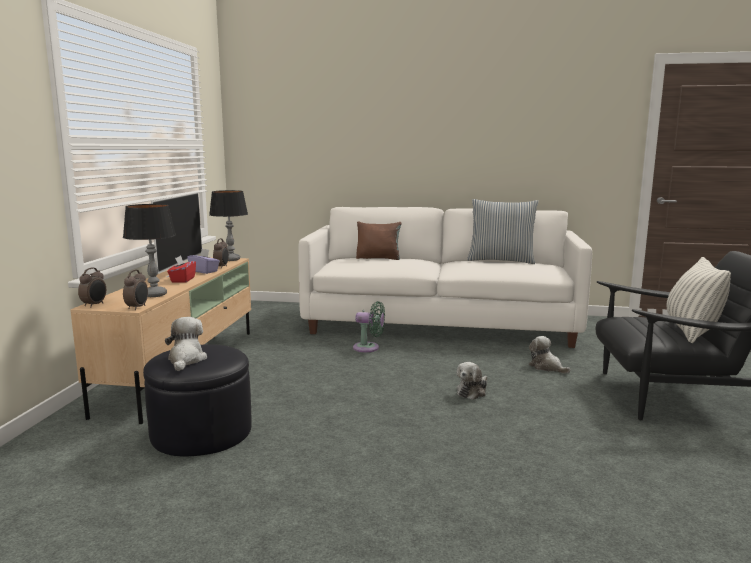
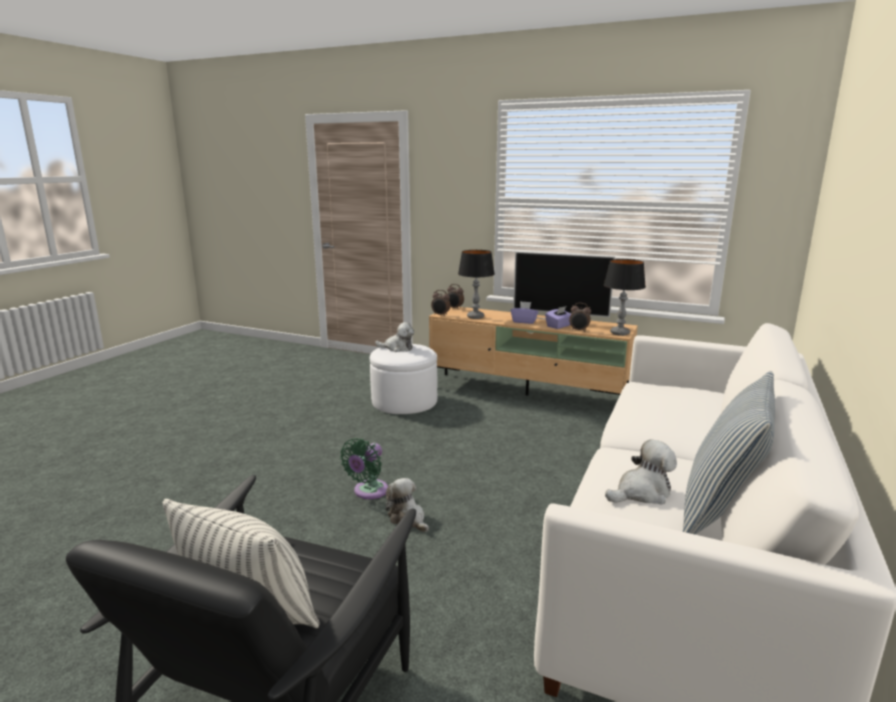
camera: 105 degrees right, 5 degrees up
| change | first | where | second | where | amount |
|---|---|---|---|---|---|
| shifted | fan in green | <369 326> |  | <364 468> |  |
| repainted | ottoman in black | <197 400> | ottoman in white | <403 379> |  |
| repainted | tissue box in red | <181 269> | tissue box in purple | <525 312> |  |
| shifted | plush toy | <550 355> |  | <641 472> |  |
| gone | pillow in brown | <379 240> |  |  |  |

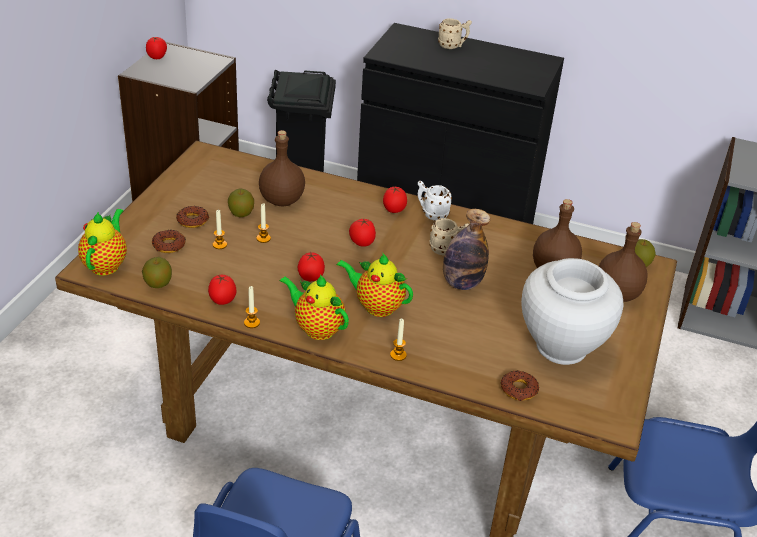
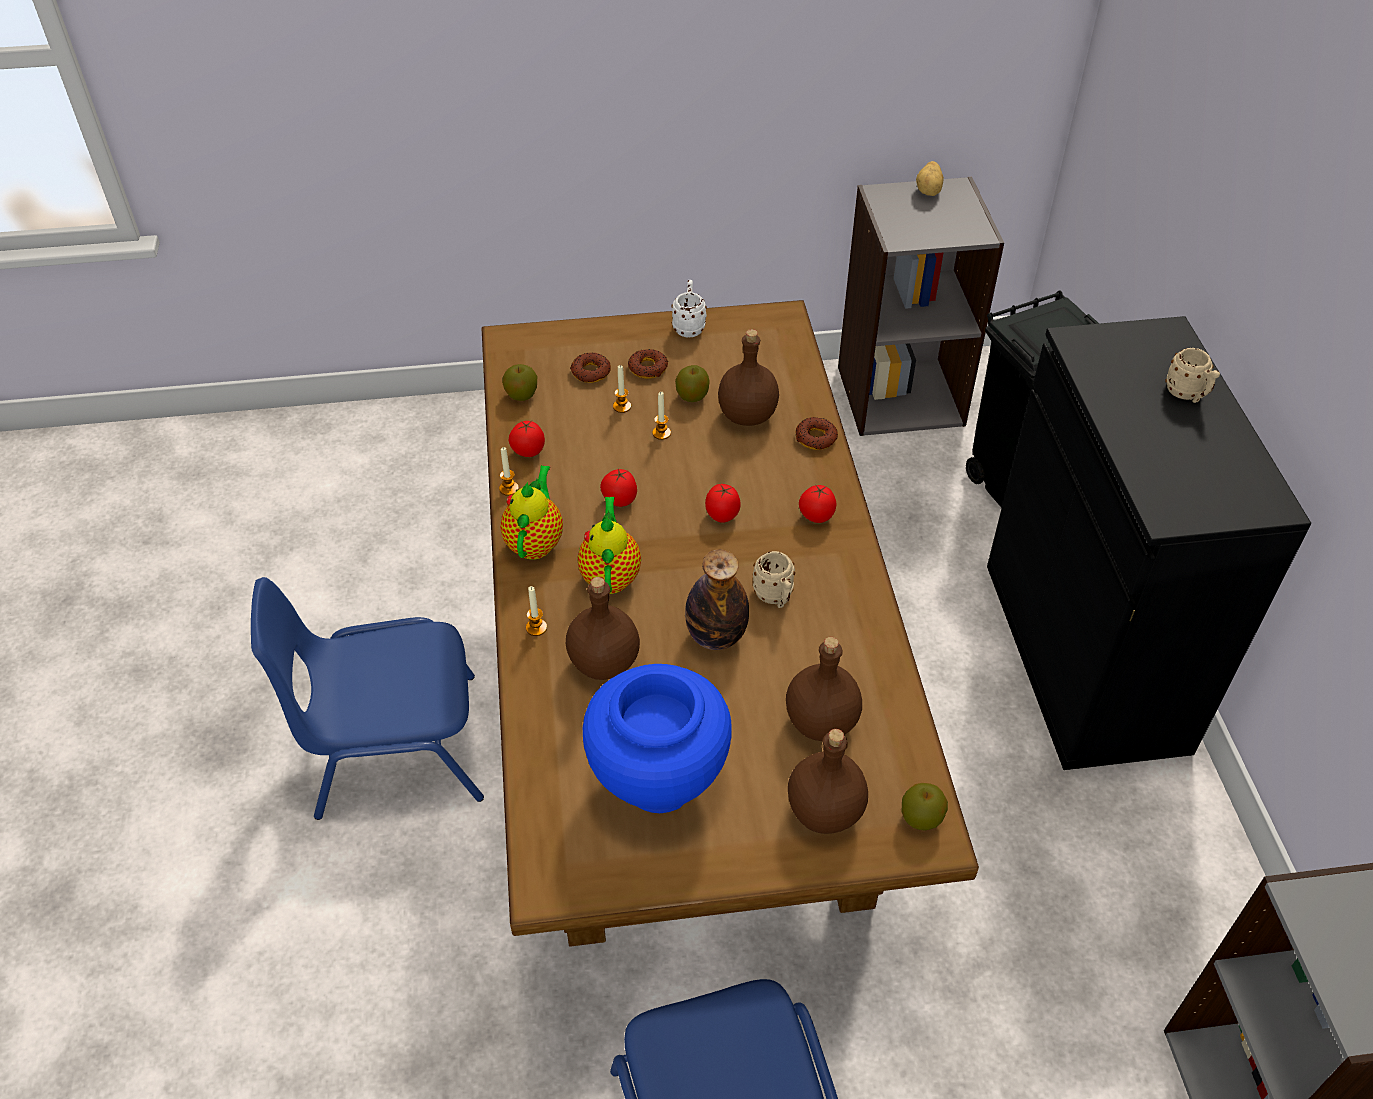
camera: 65 degrees right, 10 degrees up
| change | first | where | second | where | amount |
|---|---|---|---|---|---|
| new |  |  | bottle in brown | <603 628> |  |
| repainted | vase in white | <572 311> | vase in blue | <657 738> |  |
| shifted | mug in white | <435 201> |  | <689 308> |  |
| shifted | donut | <520 385> |  | <816 433> |  |
| swapped | tomato | <156 48> | potato | <930 178> |  |
| gone | teapot | <102 242> |  |  |  |

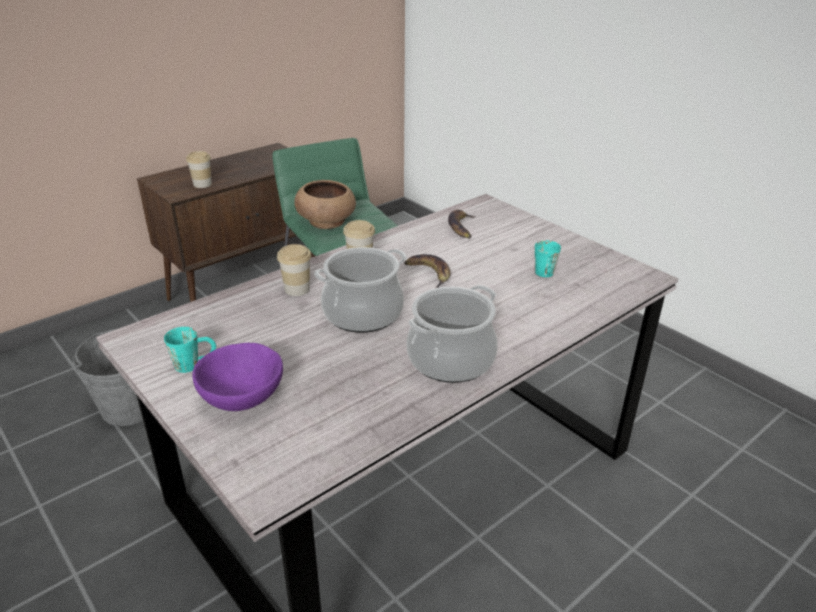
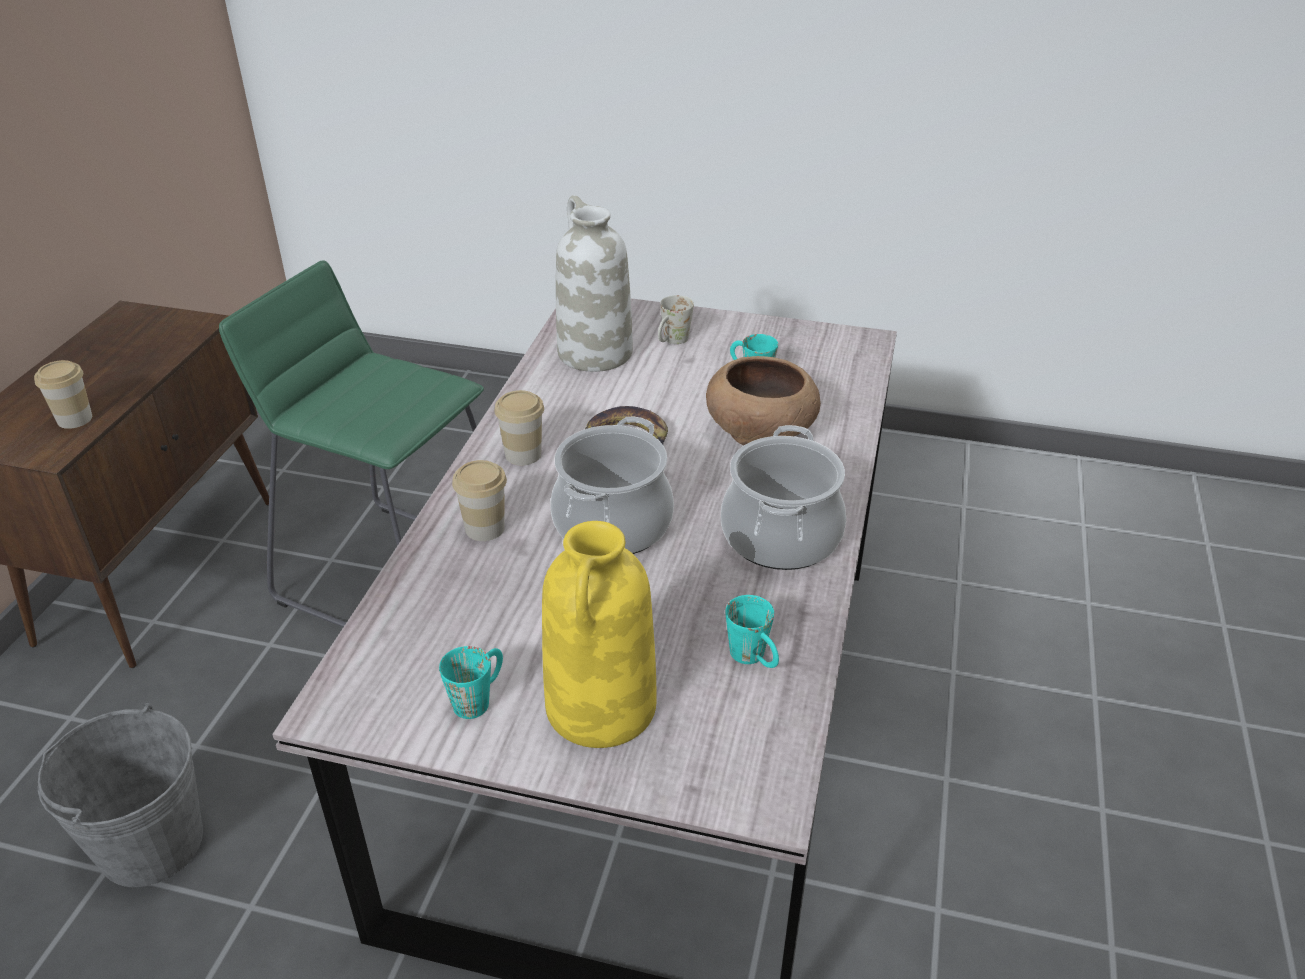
camera: 35 degrees left, 5 degrees up
| change | first | where | second | where | amount |
|---|---|---|---|---|---|
| swapped | bowl in purple | <237 377> | vase in yellow | <599 634> |  |
| swapped | banana | <461 224> | vase in white | <594 283> |  |
| new |  |  | mug in white | <676 319> |  |
| shifted | bowl in brown | <325 204> |  | <763 400> |  |
| new |  |  | mug in turquoise | <752 631> |  |

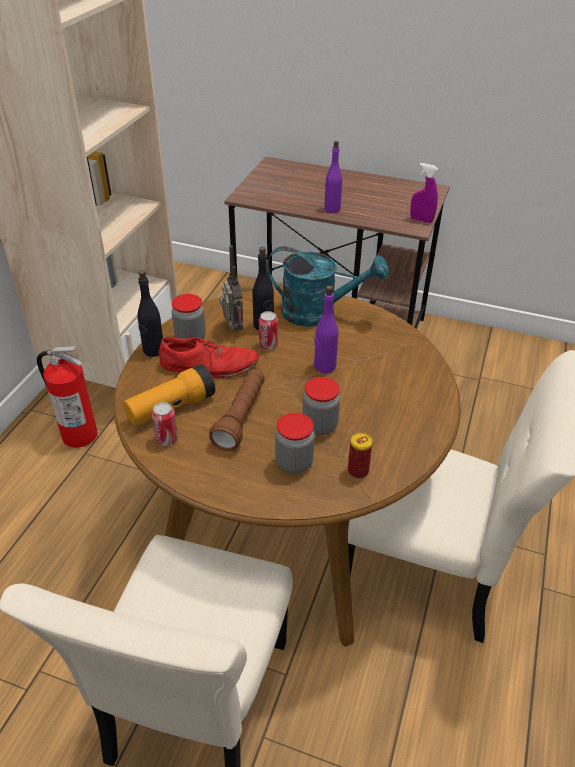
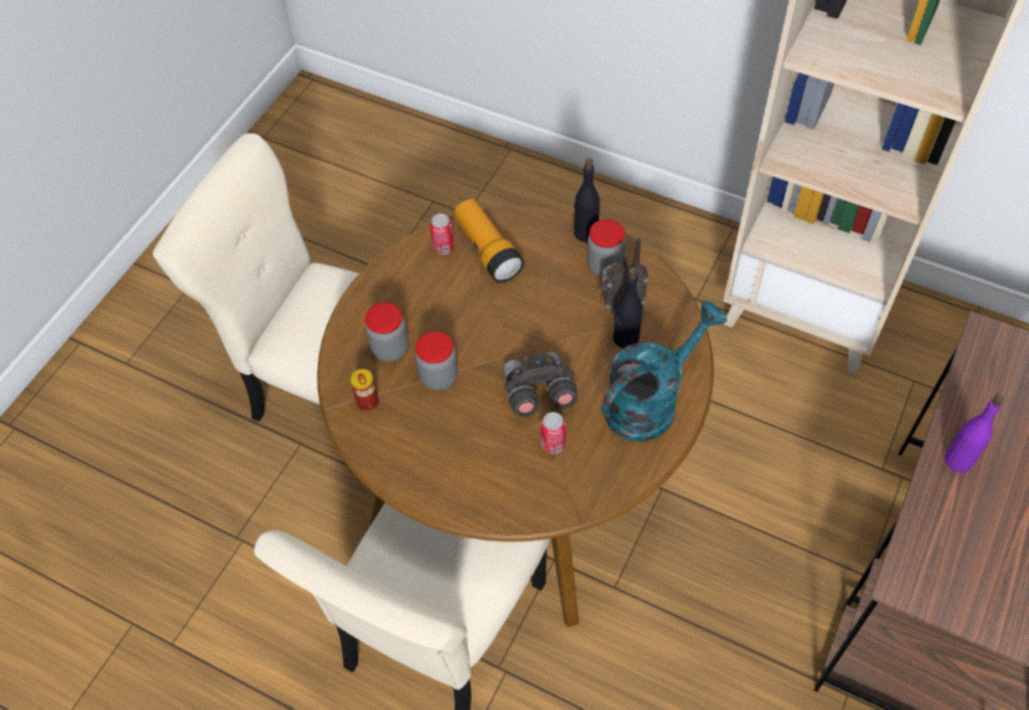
camera: 100 degrees right, 15 degrees up
| change | first | where | second | where | amount |
|---|---|---|---|---|---|
| swapped | bottle in purple | <326 329> | binoculars in grey | <541 385> |  |
| shifted | can | <268 330> |  | <553 433> |  |
| rotated | watering can in turquoise | <328 286> |  | <664 371> | 150 degrees counterclockwise |
| gone | fire extinguisher | <67 397> |  |  |  |
| gone | shoe in red | <209 357> |  |  |  |
| gone | flashlight in brown | <237 410> |  |  |  |
| gone | spray bottle in purple | <424 193> |  |  |  |

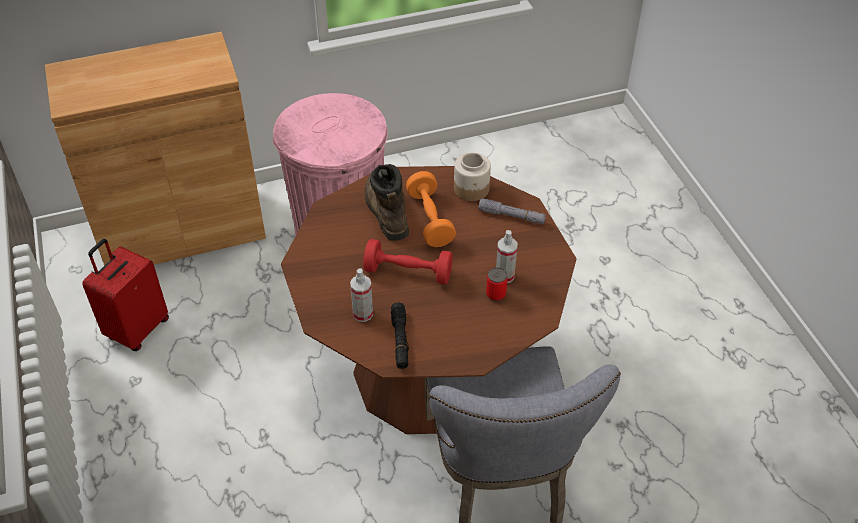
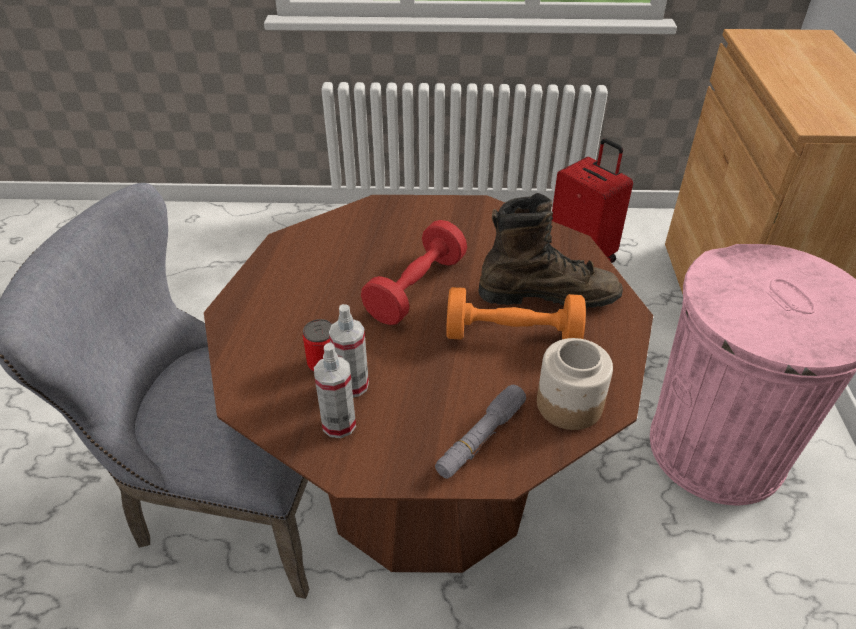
camera: 110 degrees right, 5 degrees down
| change | first | where | second | where | amount |
|---|---|---|---|---|---|
| shifted | spray bottle | <361 295> |  | <335 390> |  |
| gone | flashlight in black | <400 336> |  |  |  |

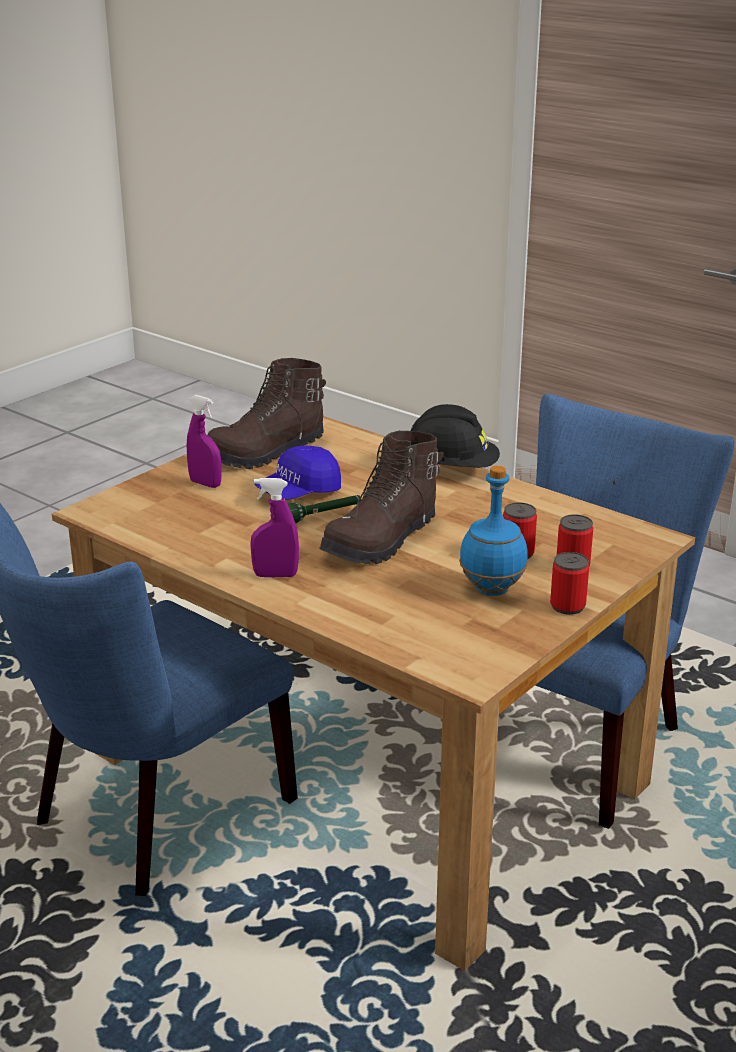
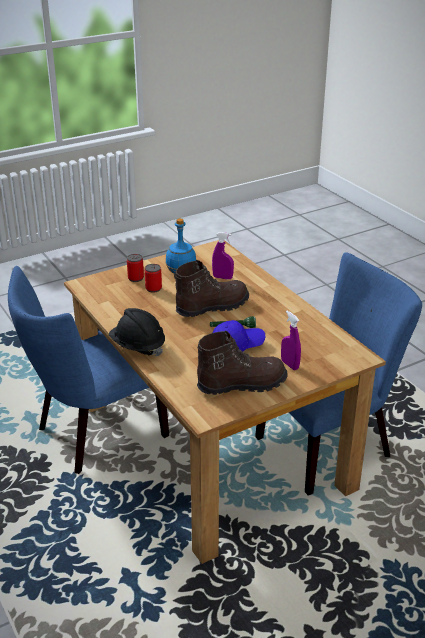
camera: 160 degrees left, 5 degrees up
| change | first | where | second | where | amount |
|---|---|---|---|---|---|
| shifted | spray bottle in purple | <274 528> |  | <223 255> |  |
| gone | can | <569 583> |  |  |  |

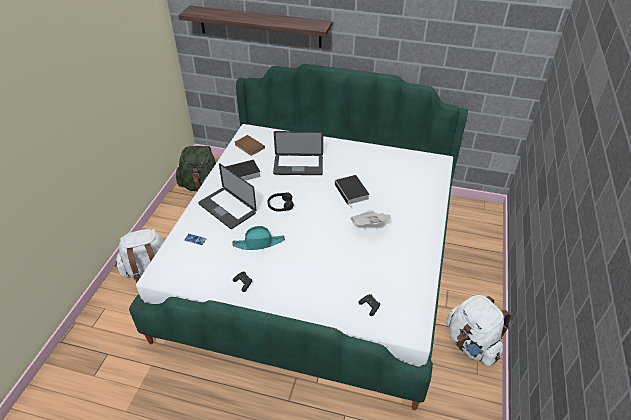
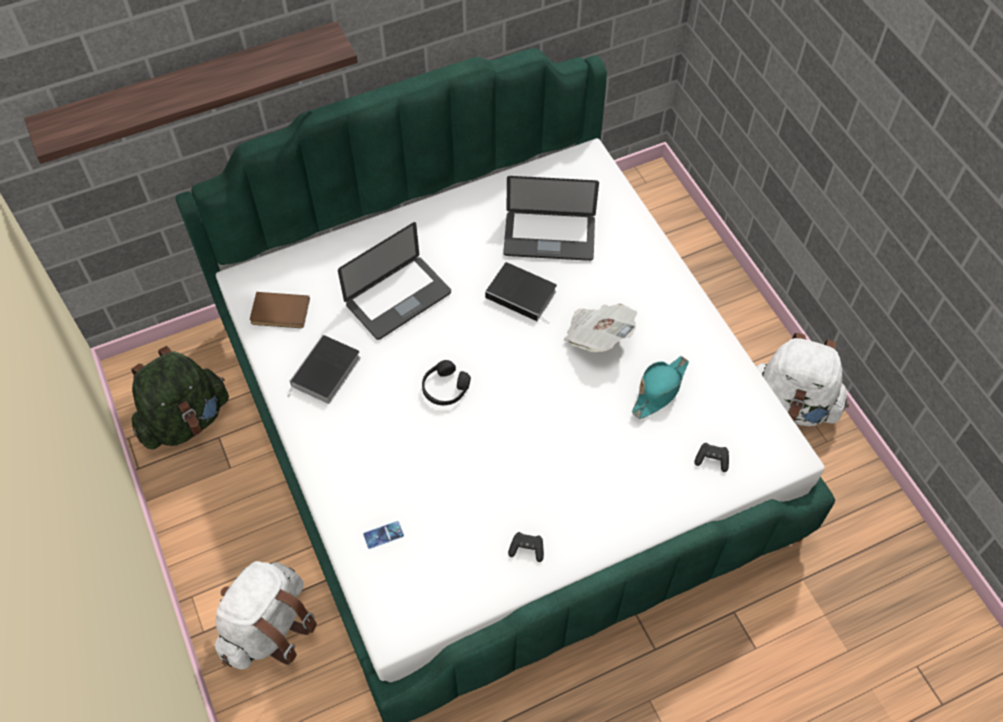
camera: 40 degrees left, 15 degrees up
| change | first | where | second | where | amount |
|---|---|---|---|---|---|
| shifted | laptop | <227 196> |  | <551 218> |  |
| shifted | hat in turquoise | <258 238> |  | <660 387> |  |

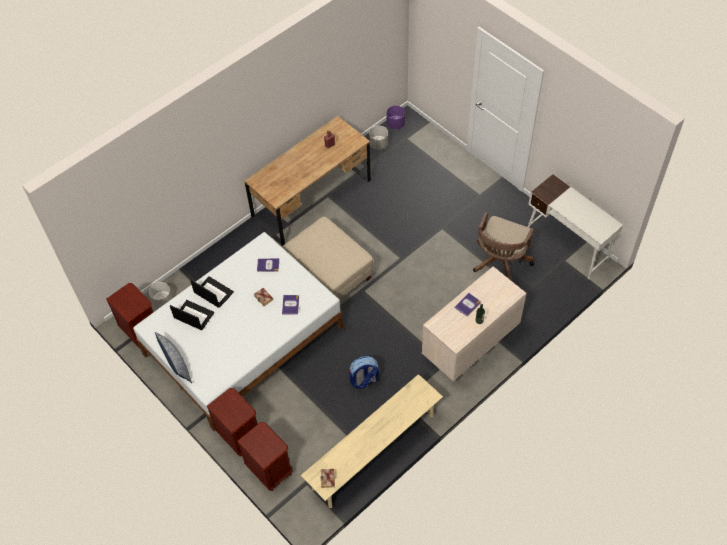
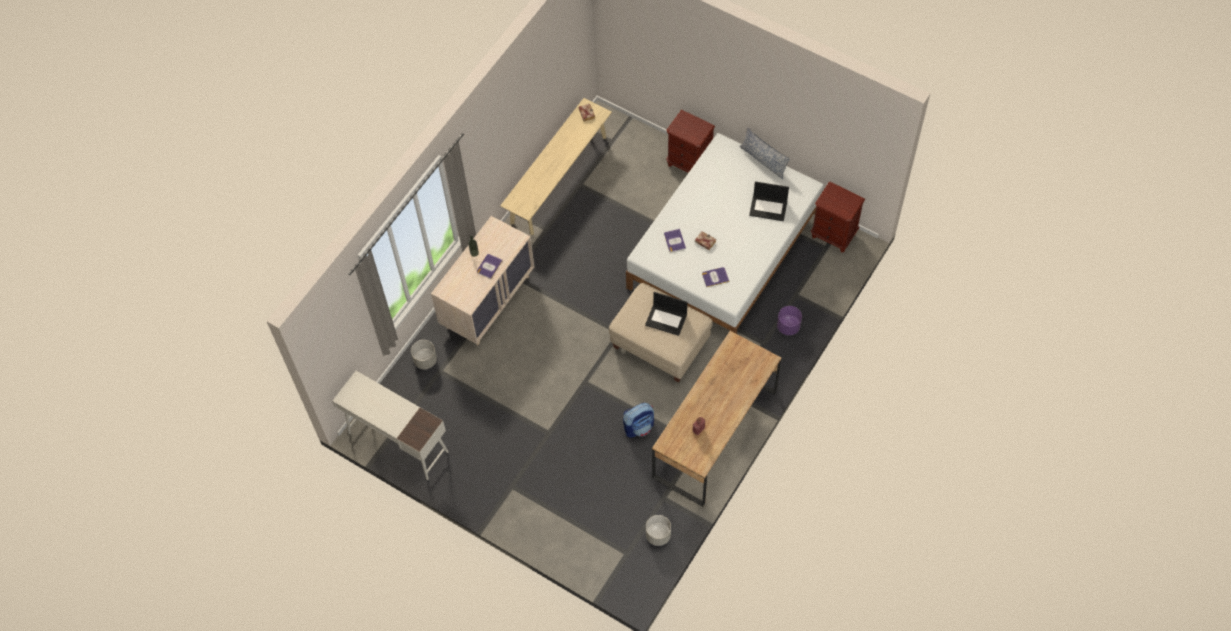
camera: 165 degrees right, 5 degrees up
| change | first | where | second | where | amount |
|---|---|---|---|---|---|
| shifted | planter in grey | <161 295> |  | <424 354> |  |
| shifted | backpack | <364 372> |  | <638 420> |  |
| shifted | laptop | <212 292> |  | <666 314> |  |
| shifted | planter in purple | <396 117> |  | <789 320> |  |
| gone | nightstand in brown | <265 456> |  |  |  |
| gone | office chair in brown | <503 246> |  |  |  |

